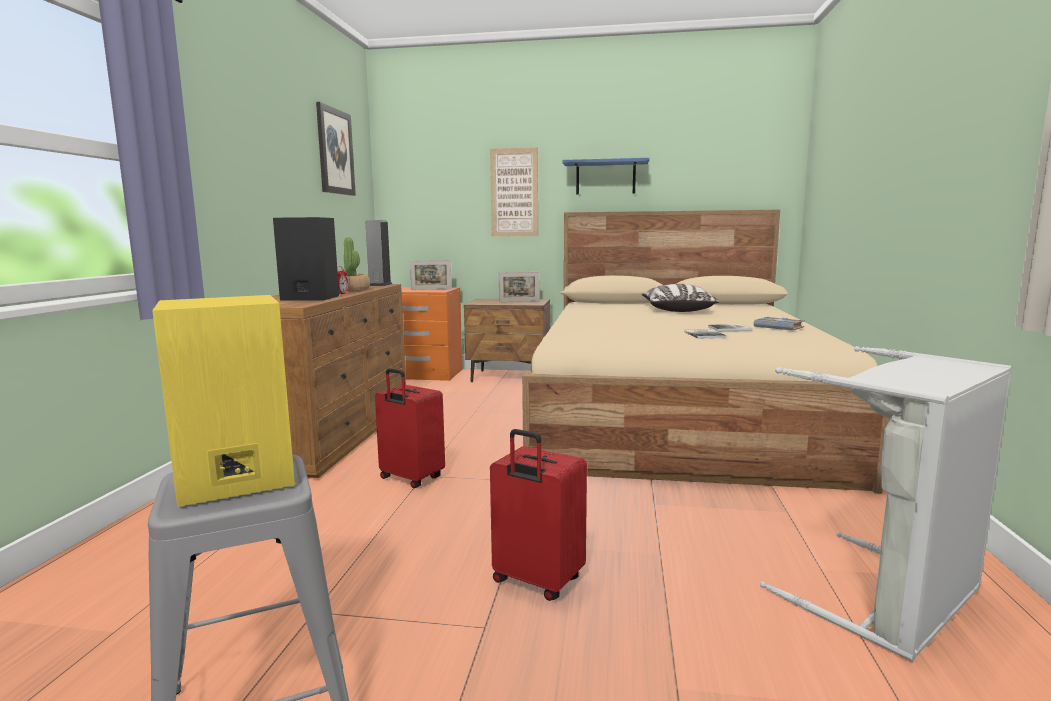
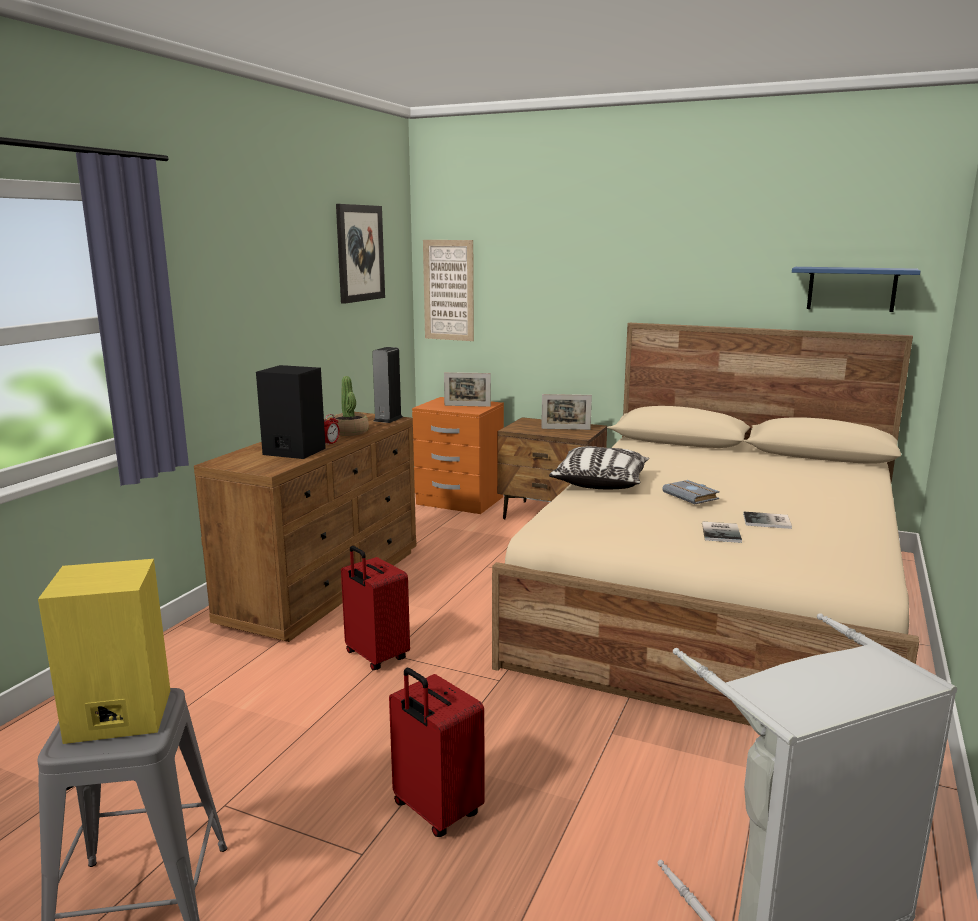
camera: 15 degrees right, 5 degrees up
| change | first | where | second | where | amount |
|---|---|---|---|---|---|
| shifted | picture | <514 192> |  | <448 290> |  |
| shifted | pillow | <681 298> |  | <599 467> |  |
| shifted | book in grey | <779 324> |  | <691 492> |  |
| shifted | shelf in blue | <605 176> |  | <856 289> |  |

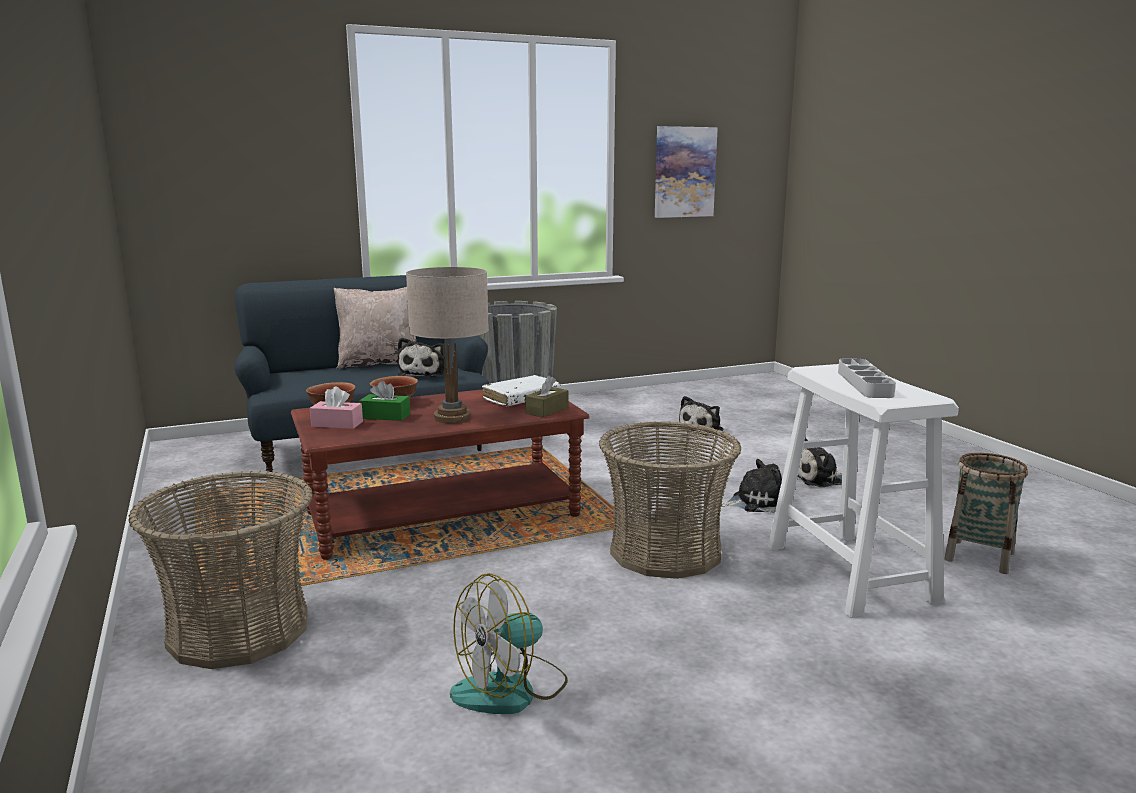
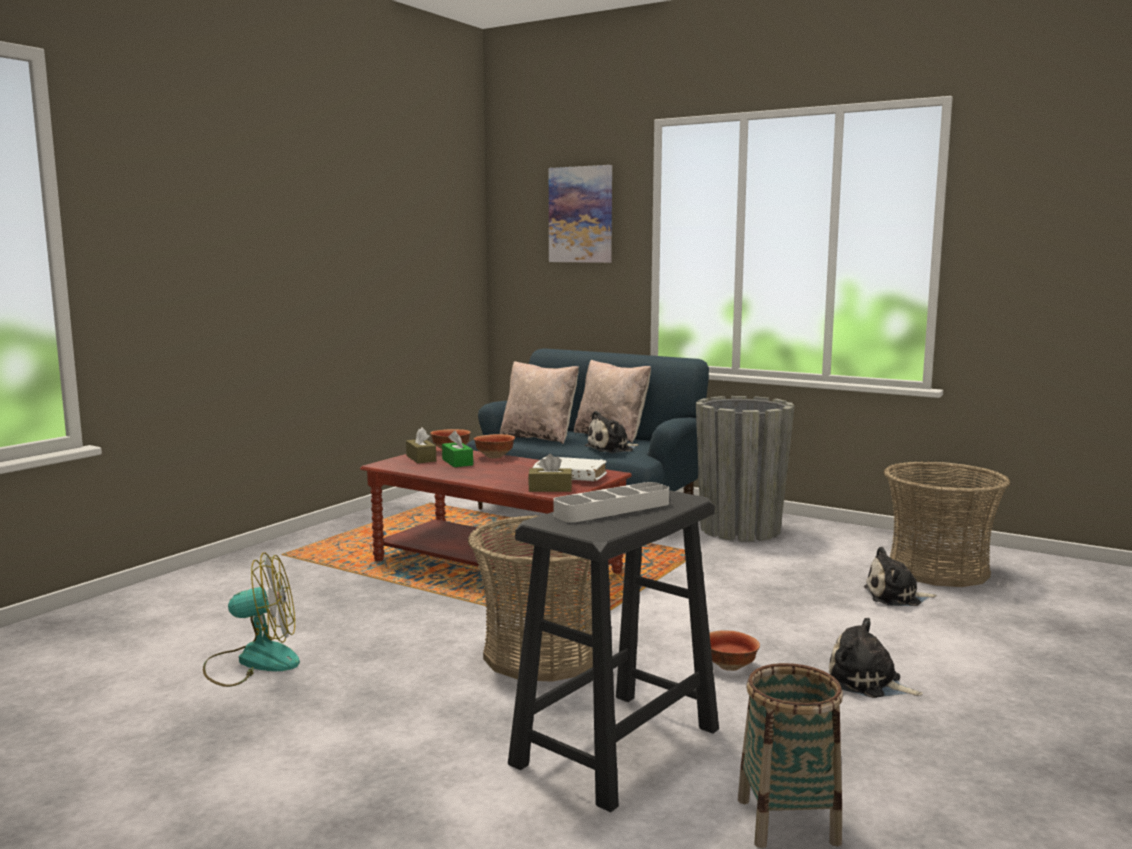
camera: 55 degrees right, 5 degrees down
| change | first | where | second | where | amount |
|---|---|---|---|---|---|
| rotated | fan | <509 643> |  | <251 619> | 150 degrees clockwise |
| repainted | tissue box in pink | <336 408> | tissue box in brown | <421 445> |  |
| new |  |  | pillow in beige | <539 402> |  |
| repainted | stool in white | <863 491> | stool in black | <613 651> |  |
| shifted | picture | <686 172> |  | <580 214> |  |
| swapped | plush toy | <751 486> | bowl | <734 650> |  |
| shifted | basket | <220 570> |  | <947 524> |  |
| gone | table lamp in beige | <447 345> |  |  |  |

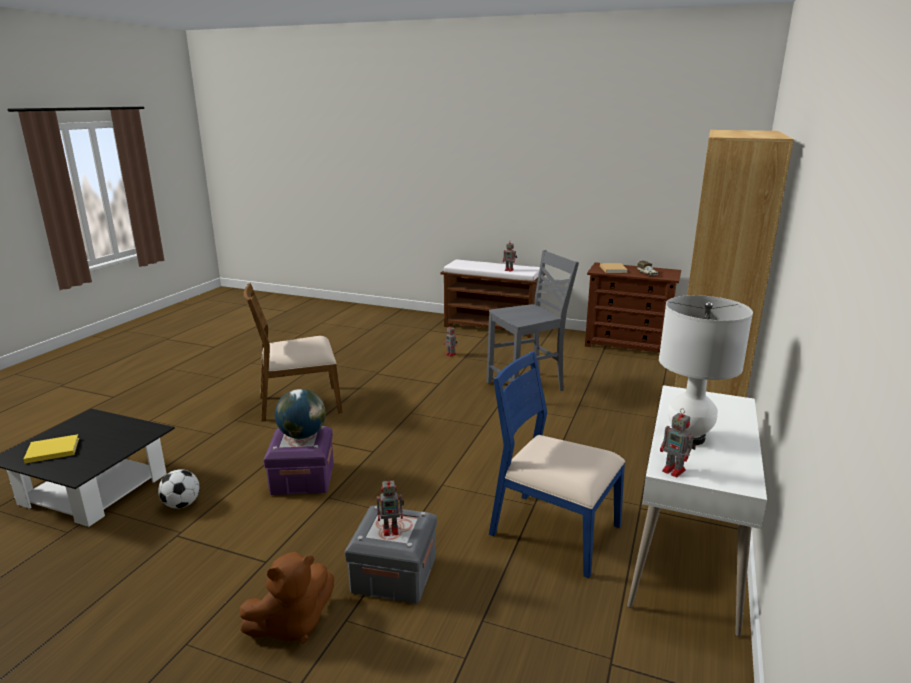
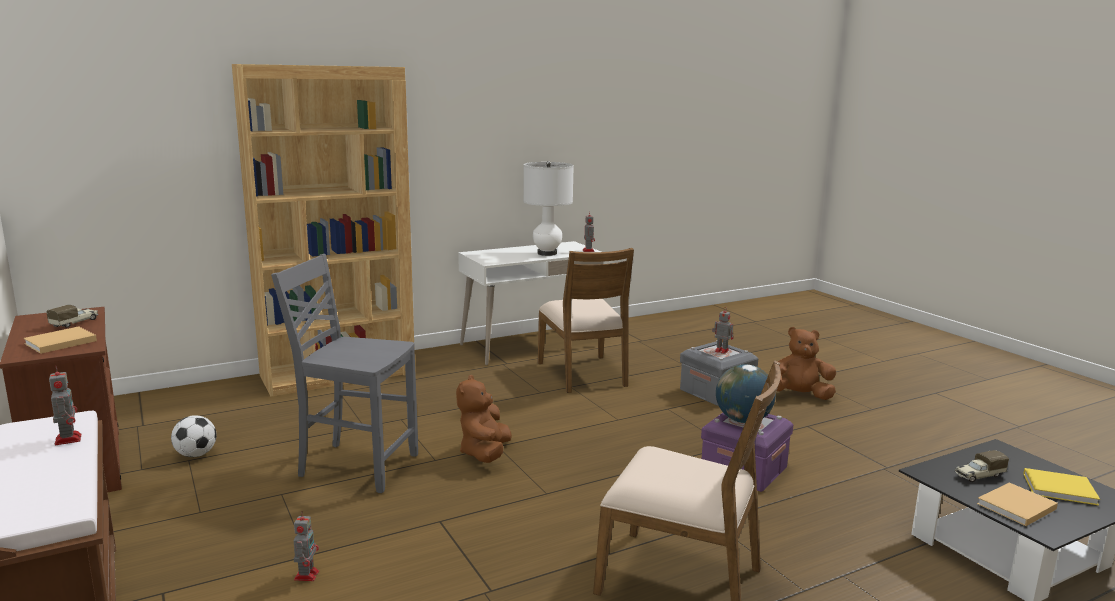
camera: 140 degrees left, 5 degrees down
| change | first | where | second | where | amount |
|---|---|---|---|---|---|
| shifted | football | <179 489> |  | <194 436> |  |
| new |  |  | plush toy in brown | <484 419> |  |
| repainted | chair in blue | <557 464> | chair in brown | <586 320> |  |
| new |  |  | toy truck | <981 466> |  |
| new |  |  | book in beige | <1017 504> |  |

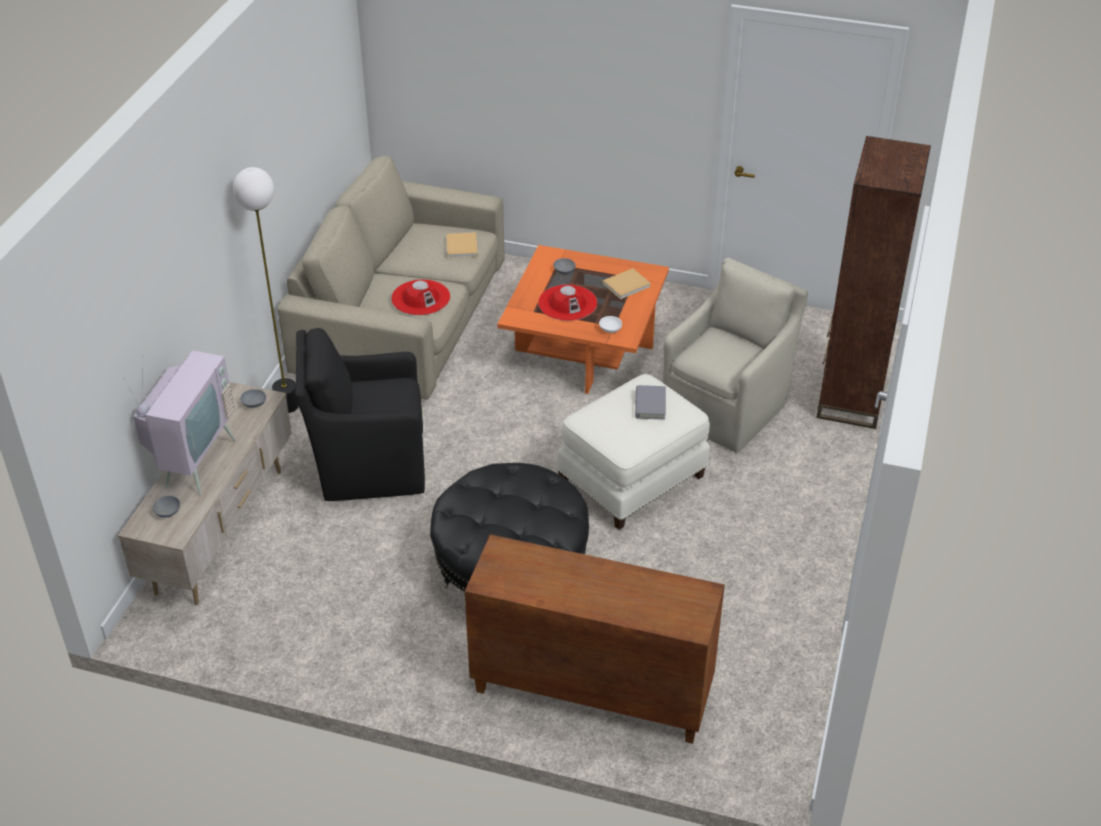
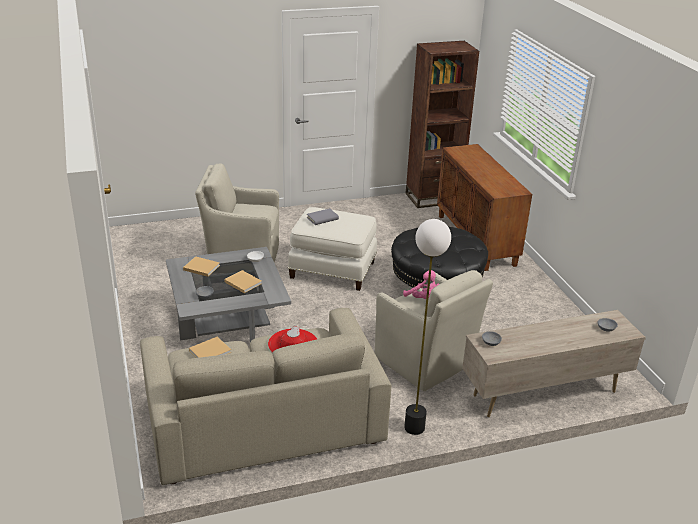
camera: 125 degrees left, 10 degrees down
| change | first | where | second | where | amount |
|---|---|---|---|---|---|
| repainted | coffee table in orange | <583 319> | coffee table in grey | <228 295> |  |
| swapped | hat in red | <567 303> | book in beige | <243 281> |  |
| repainted | armchair in black | <360 414> | armchair in beige | <434 330> |  |
| new |  |  | plush toy in pink | <421 284> |  |
| shifted | bookcase in brown | <873 282> |  | <442 124> |  |
| gone | television | <179 423> |  |  |  |

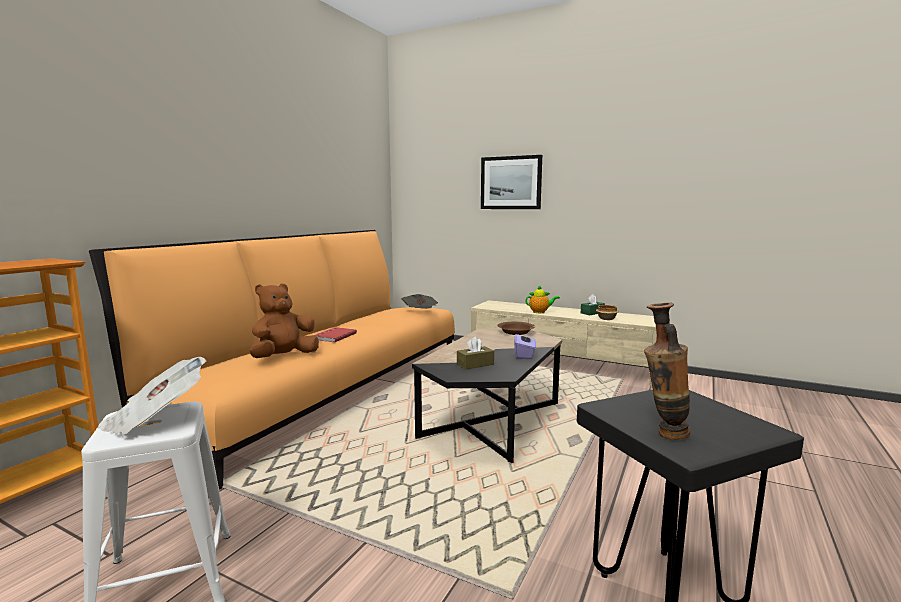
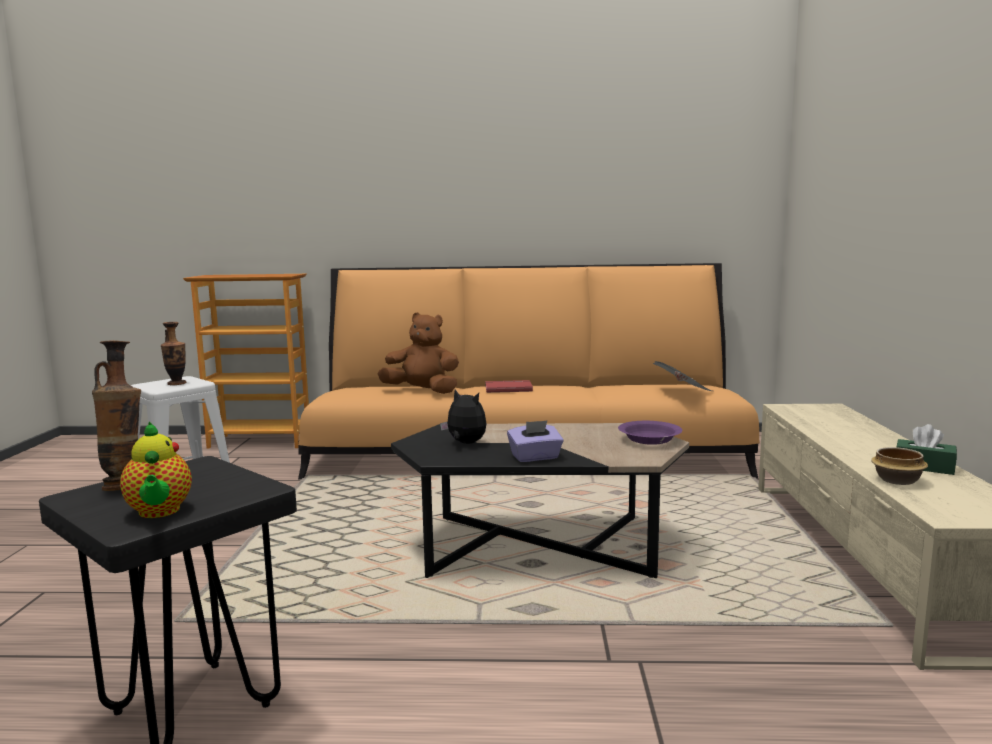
camera: 65 degrees right, 0 degrees up
| change | first | where | second | where | amount |
|---|---|---|---|---|---|
| shifted | teapot | <542 299> |  | <156 470> |  |
| swapped | newspaper | <152 396> | vase | <173 353> |  |
| swapped | tissue box in brown | <475 353> | plush toy | <463 416> |  |
| repainted | bowl in brown | <516 328> | bowl in purple | <650 433> |  |
| gone | picture | <511 182> |  |  |  |

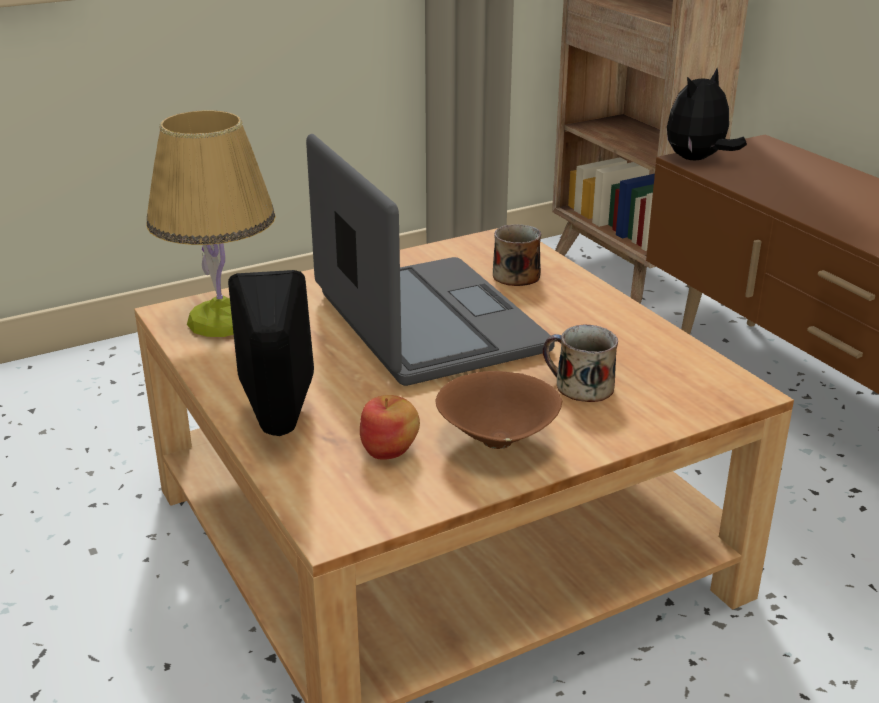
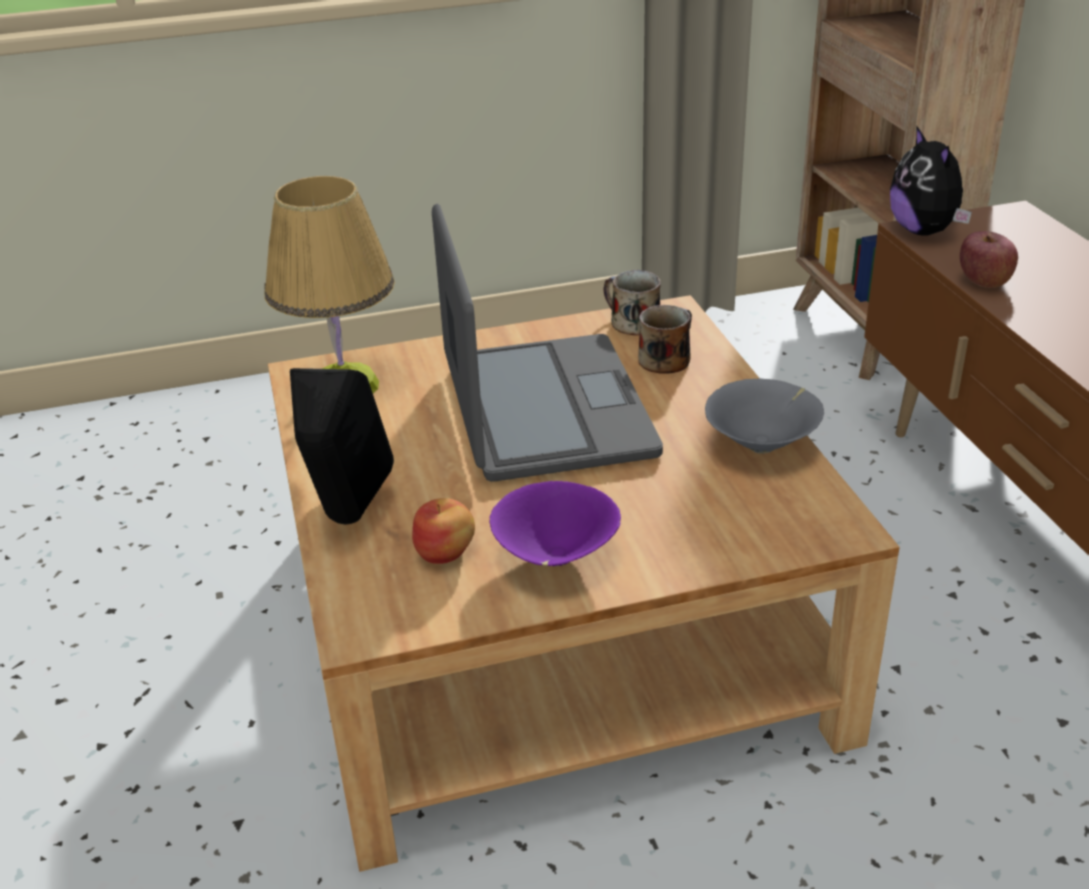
camera: 15 degrees right, 5 degrees up
| change | first | where | second | where | amount |
|---|---|---|---|---|---|
| repainted | bowl in brown | <498 410> | bowl in purple | <555 523> |  |
| shifted | mug | <580 363> |  | <632 303> |  |
| new |  |  | bowl in grey | <764 416> |  |
| rotated | plush toy | <707 114> |  | <931 180> | 75 degrees counterclockwise |
| new |  |  | apple | <989 259> |  |

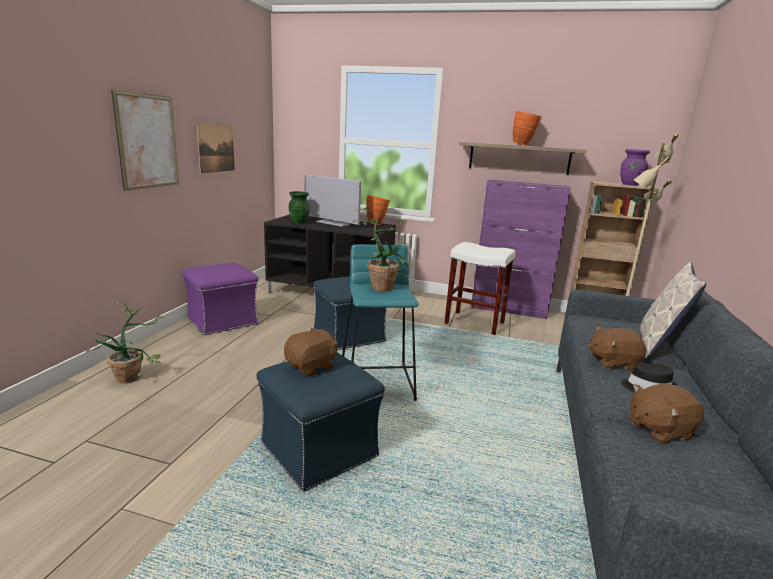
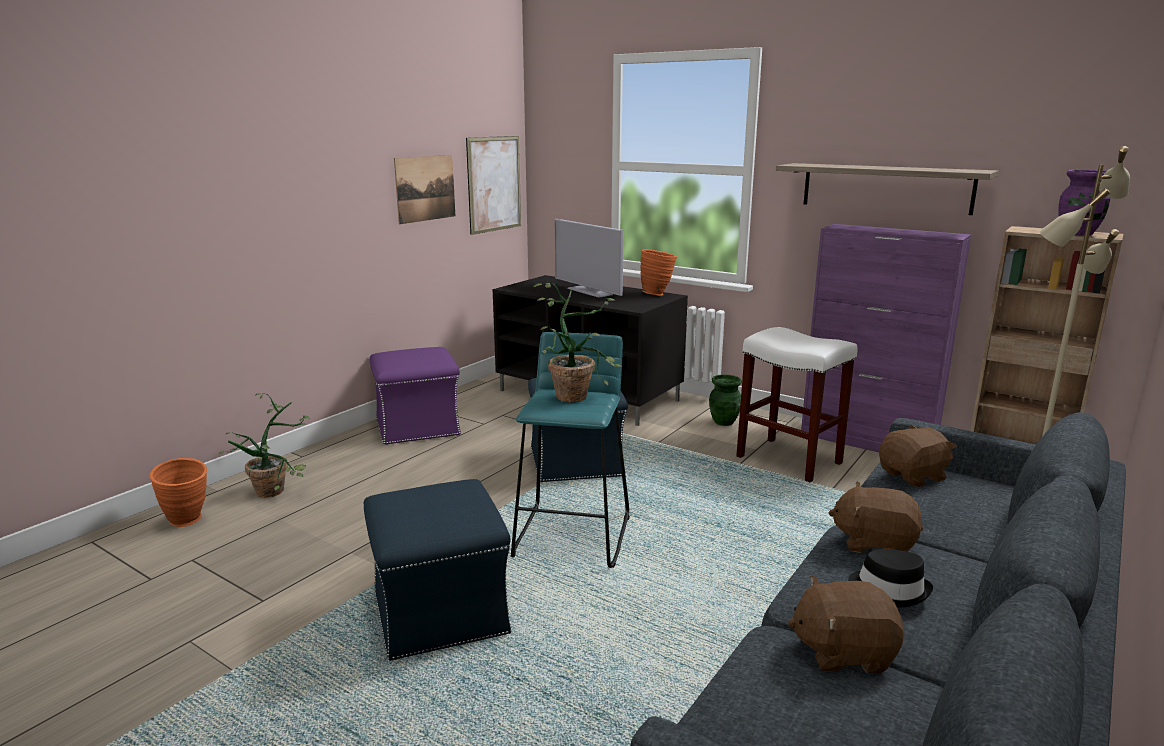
camera: 20 degrees right, 0 degrees up
| change | first | where | second | where | amount |
|---|---|---|---|---|---|
| shifted | vase in orange | <527 128> |  | <178 492> |  |
| shifted | picture | <145 140> |  | <493 185> |  |
| shifted | vase in green | <299 207> |  | <725 400> |  |
| shifted | plush toy in brown | <310 352> |  | <918 456> |  |
| gone | pillow | <673 310> |  |  |  |

